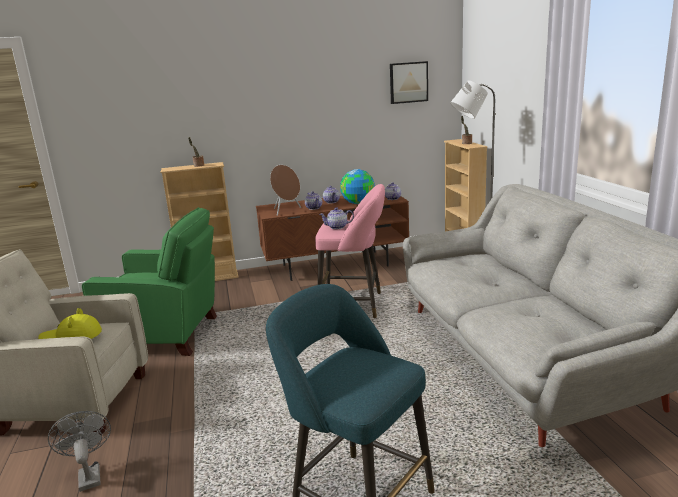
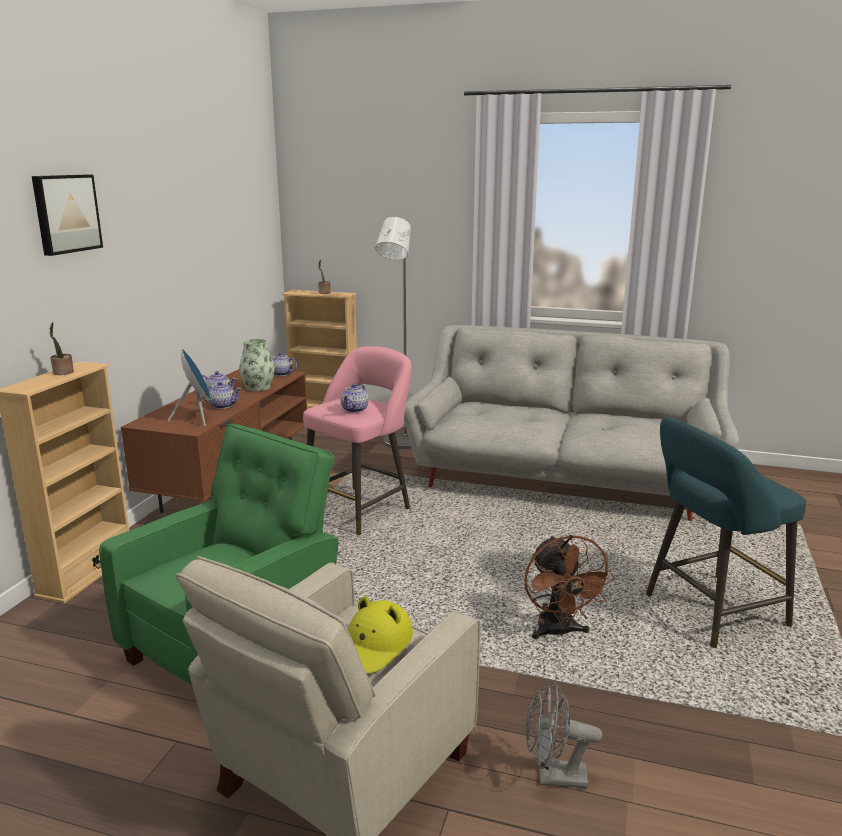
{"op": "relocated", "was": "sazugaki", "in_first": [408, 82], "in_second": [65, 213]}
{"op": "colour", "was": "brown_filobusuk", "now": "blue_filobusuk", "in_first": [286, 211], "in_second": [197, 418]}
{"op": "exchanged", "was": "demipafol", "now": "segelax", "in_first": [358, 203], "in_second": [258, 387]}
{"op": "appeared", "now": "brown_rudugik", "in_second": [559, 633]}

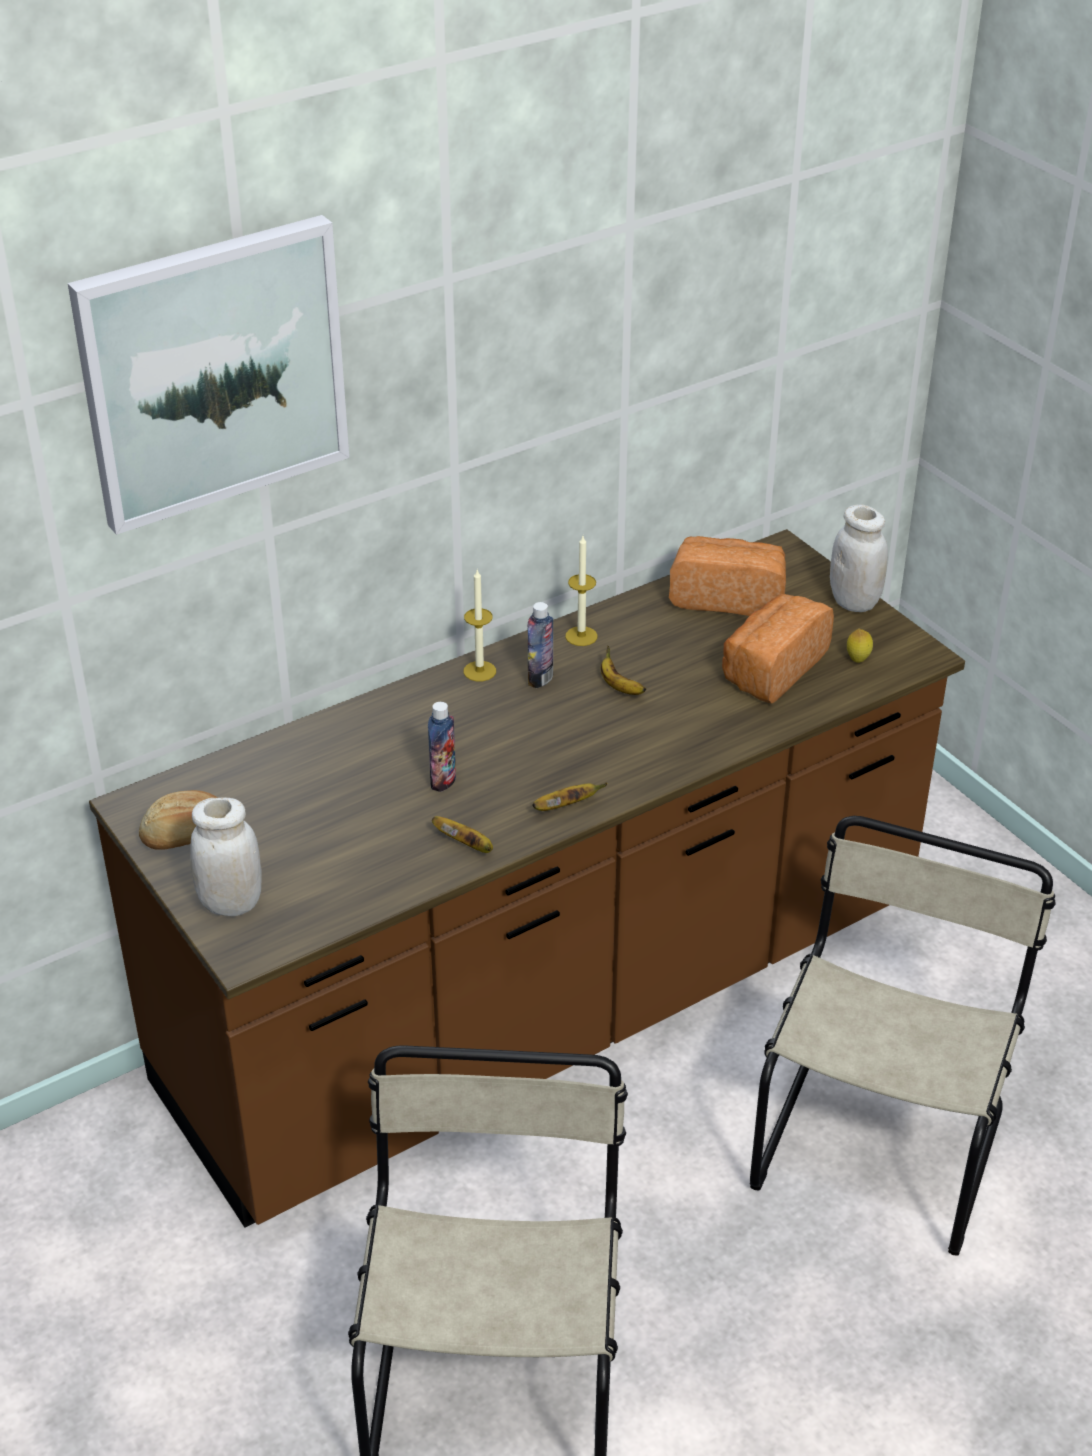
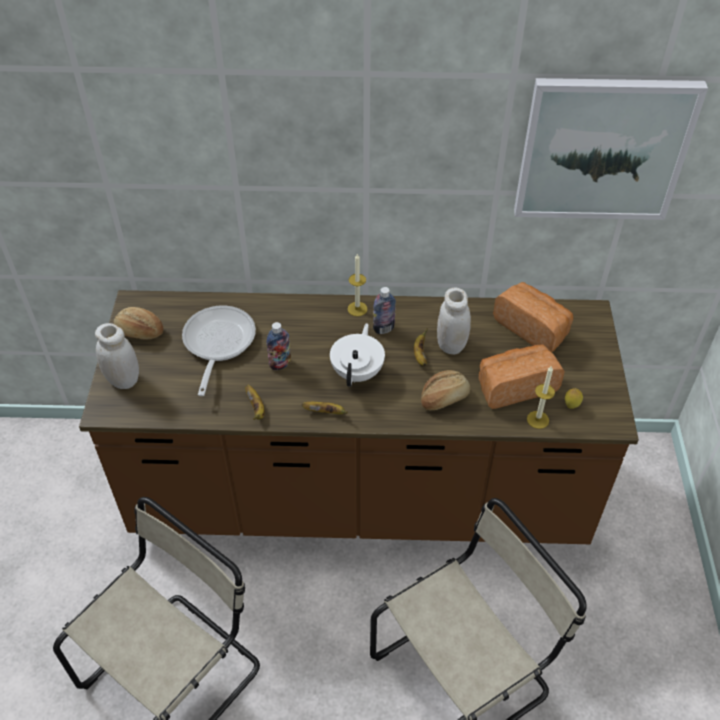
{"op": "relocated", "was": "sazugaki", "in_first": [213, 372], "in_second": [603, 149]}
{"op": "relocated", "was": "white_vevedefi", "in_first": [854, 602], "in_second": [451, 345]}
{"op": "relocated", "was": "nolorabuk", "in_first": [581, 636], "in_second": [537, 419]}
{"op": "appeared", "now": "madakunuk", "in_second": [217, 344]}
{"op": "appeared", "now": "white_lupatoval", "in_second": [358, 372]}
{"op": "appeared", "now": "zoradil", "in_second": [444, 398]}

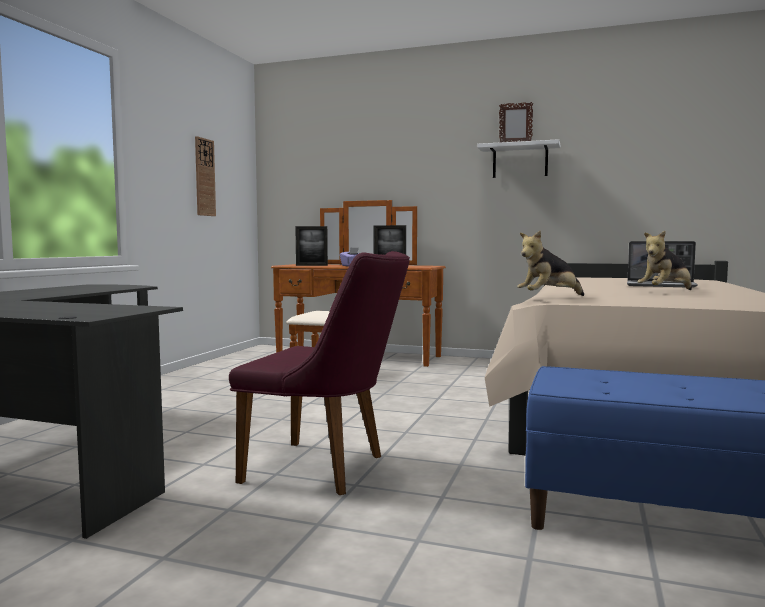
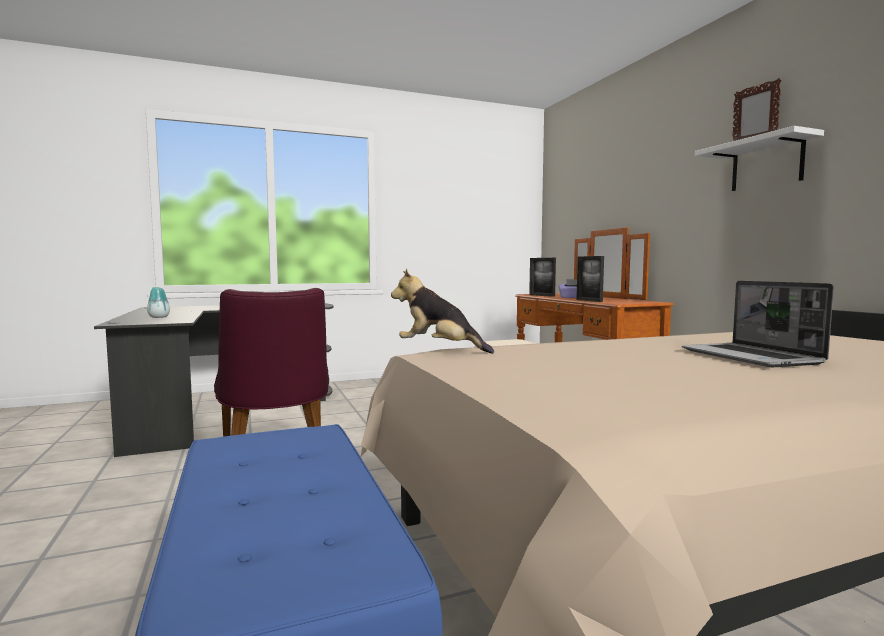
{"op": "missing", "was": "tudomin", "in_first": [204, 177]}
{"op": "missing", "was": "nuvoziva", "in_first": [665, 291]}
{"op": "appeared", "now": "segelax", "in_second": [159, 317]}

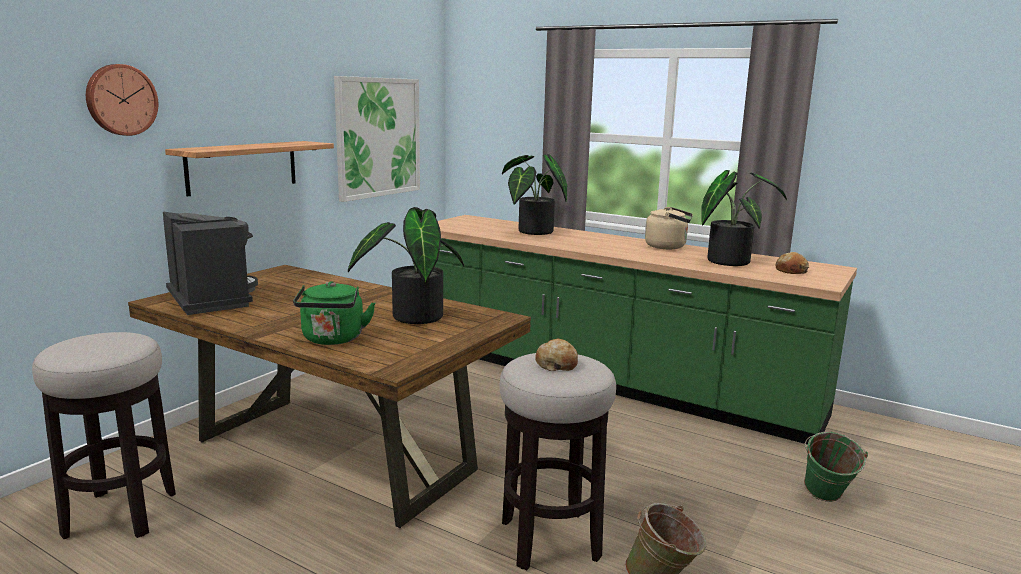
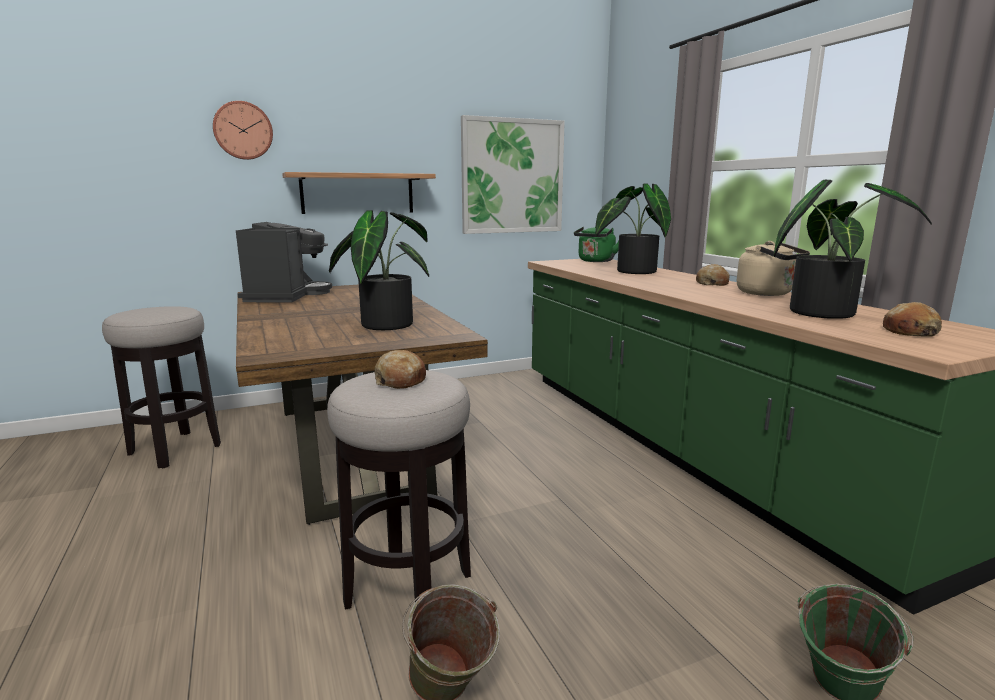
{"op": "relocated", "was": "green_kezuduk", "in_first": [333, 340], "in_second": [595, 261]}
{"op": "appeared", "now": "zoradil", "in_second": [712, 283]}

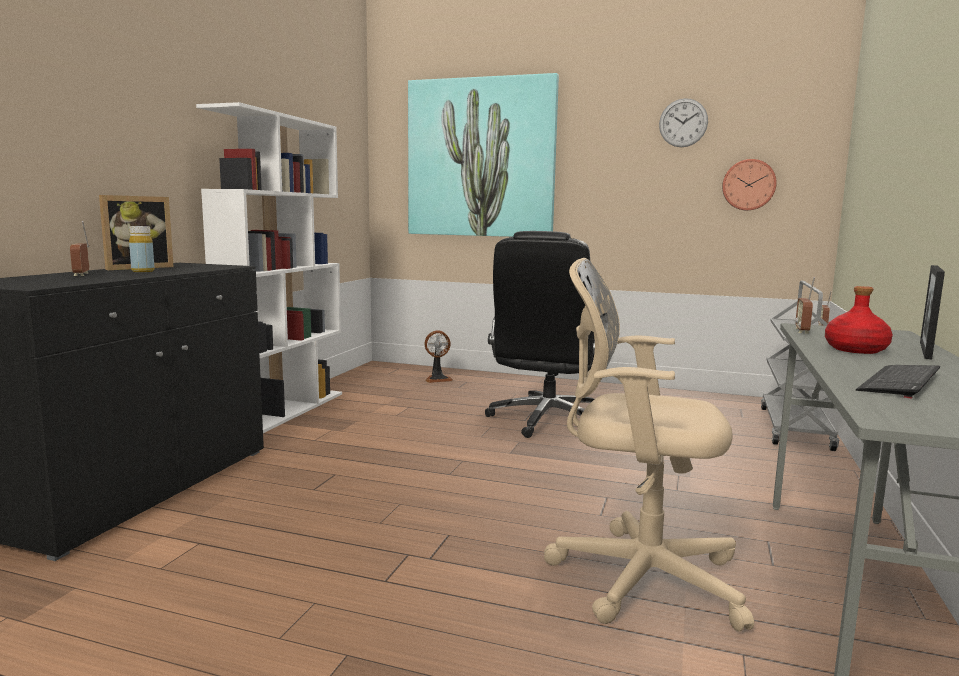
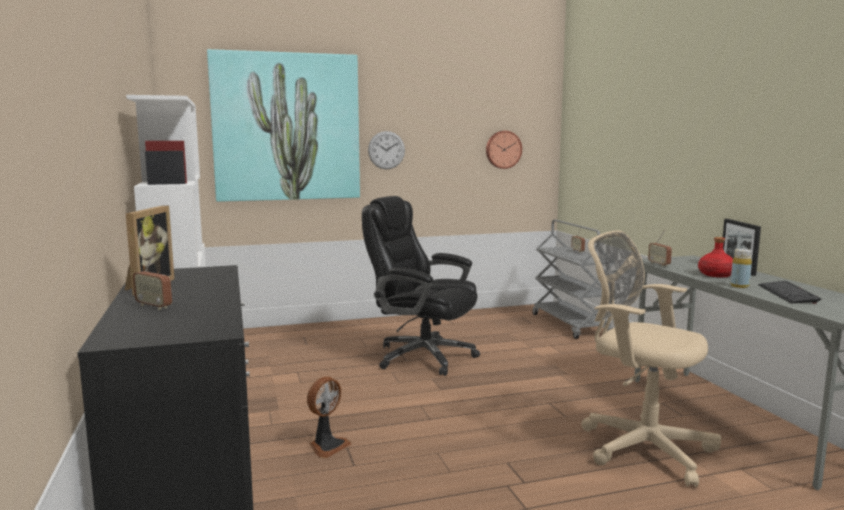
{"op": "relocated", "was": "tudomin", "in_first": [683, 123], "in_second": [386, 150]}
{"op": "relocated", "was": "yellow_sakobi", "in_first": [143, 271], "in_second": [739, 286]}
{"op": "spun", "was": "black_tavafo", "in_first": [547, 420], "in_second": [422, 356], "clockwise": 135}
{"op": "spun", "was": "beige_tavafo", "in_first": [637, 576], "in_second": [641, 447], "clockwise": 60}
{"op": "relocated", "was": "rudugik", "in_first": [437, 379], "in_second": [327, 446]}

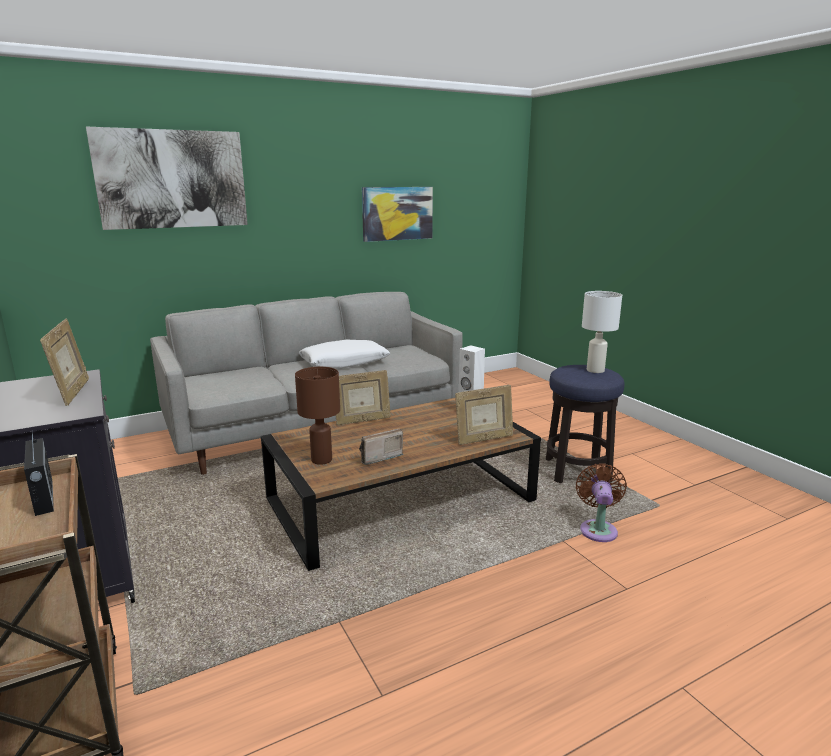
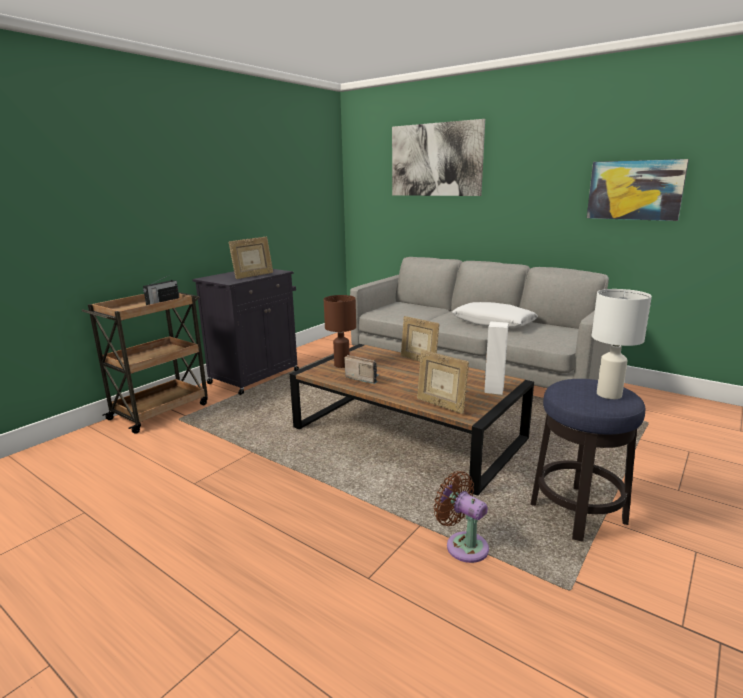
{"op": "spun", "was": "brown_rudugik", "in_first": [598, 529], "in_second": [463, 545], "clockwise": -120}

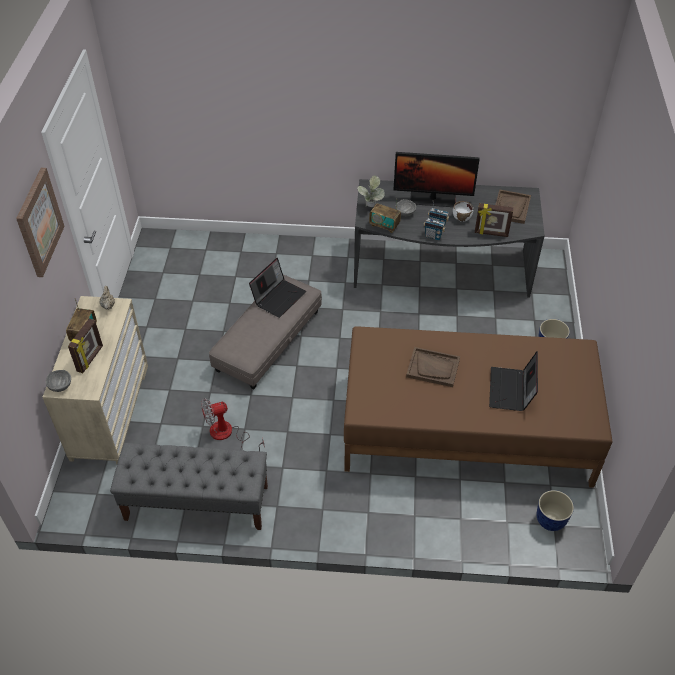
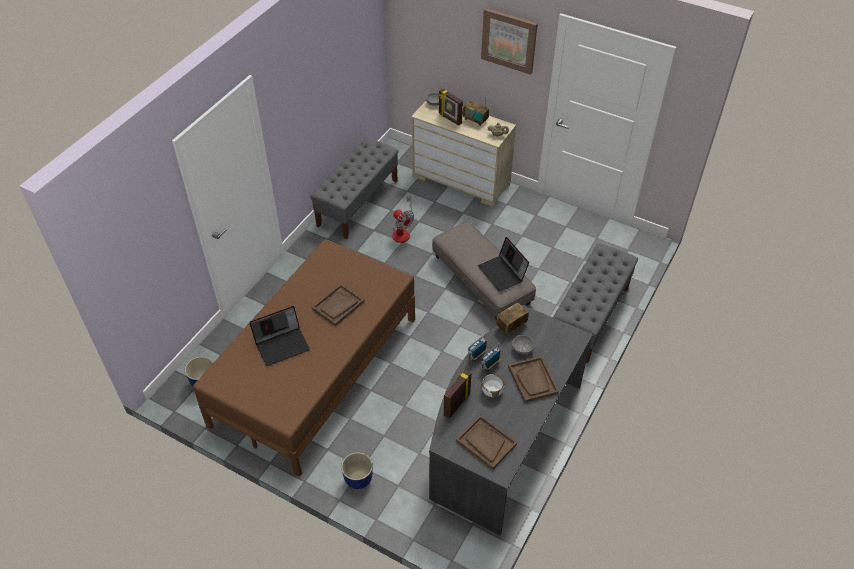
{"op": "exchanged", "was": "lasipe", "now": "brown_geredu", "in_first": [432, 199], "in_second": [533, 380]}
{"op": "missing", "was": "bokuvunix", "in_first": [370, 208]}
{"op": "spun", "was": "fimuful", "in_first": [511, 391], "in_second": [282, 344], "clockwise": 120}
{"op": "spun", "was": "rudugik", "in_first": [228, 435], "in_second": [402, 231], "clockwise": 135}
{"op": "appeared", "now": "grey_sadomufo", "in_second": [590, 317]}

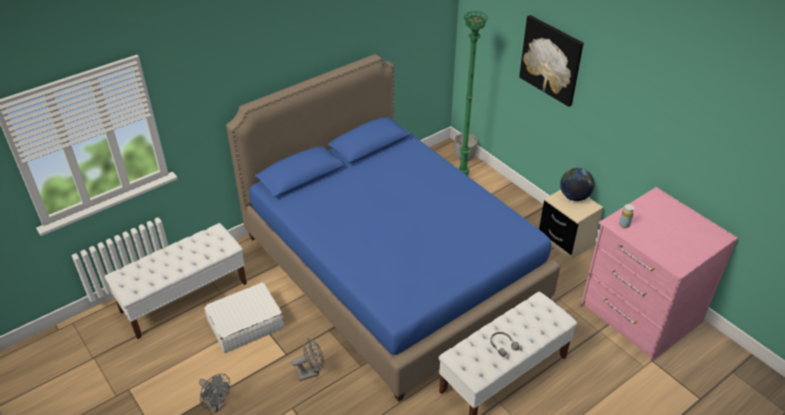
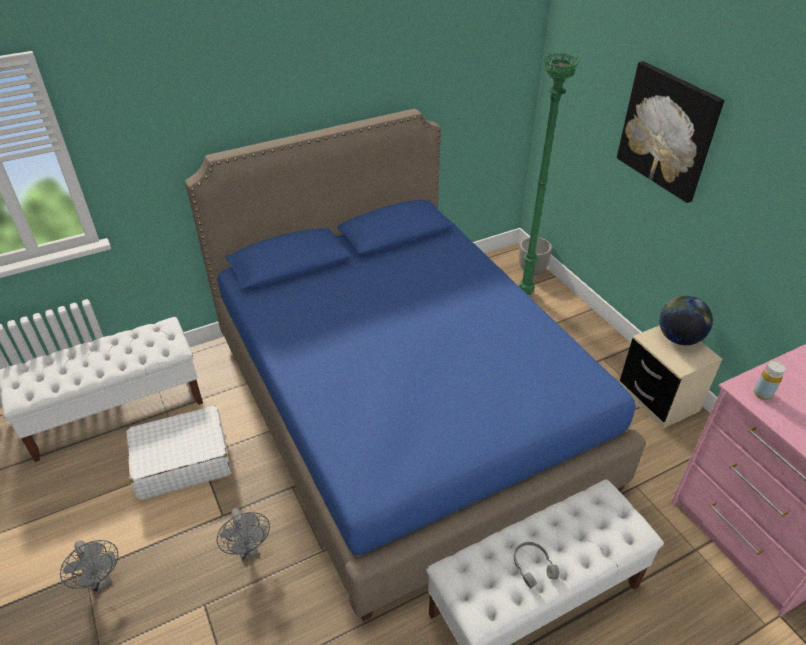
{"op": "spun", "was": "grey_rudugik", "in_first": [311, 372], "in_second": [248, 550], "clockwise": 75}

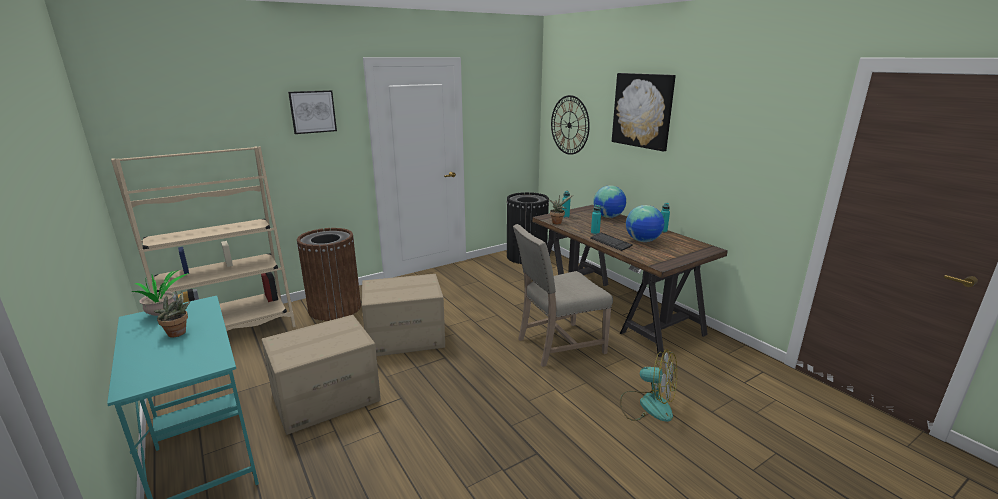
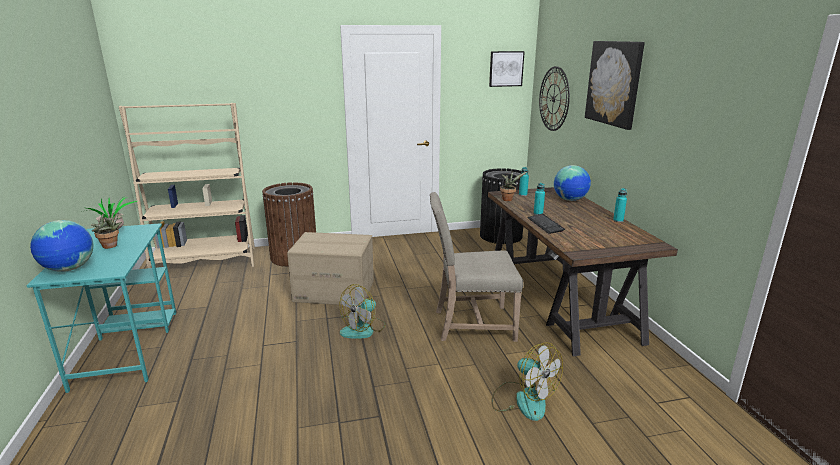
{"op": "relocated", "was": "sazugaki", "in_first": [312, 111], "in_second": [506, 68]}
{"op": "relocated", "was": "demipafol", "in_first": [643, 241], "in_second": [69, 269]}
{"op": "missing", "was": "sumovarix", "in_first": [326, 398]}
{"op": "appeared", "now": "rudugik", "in_second": [363, 329]}

